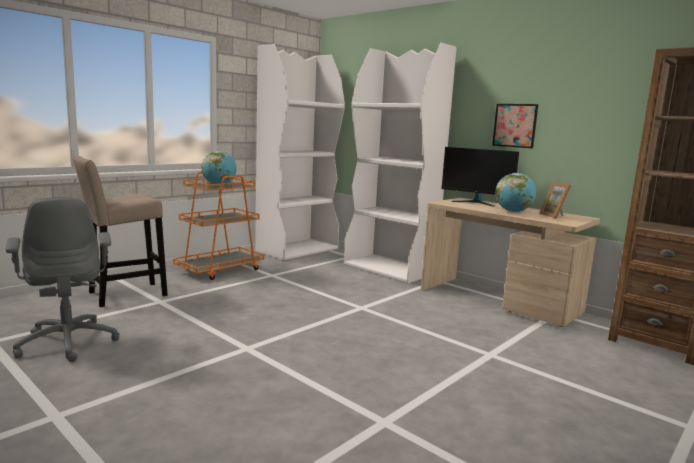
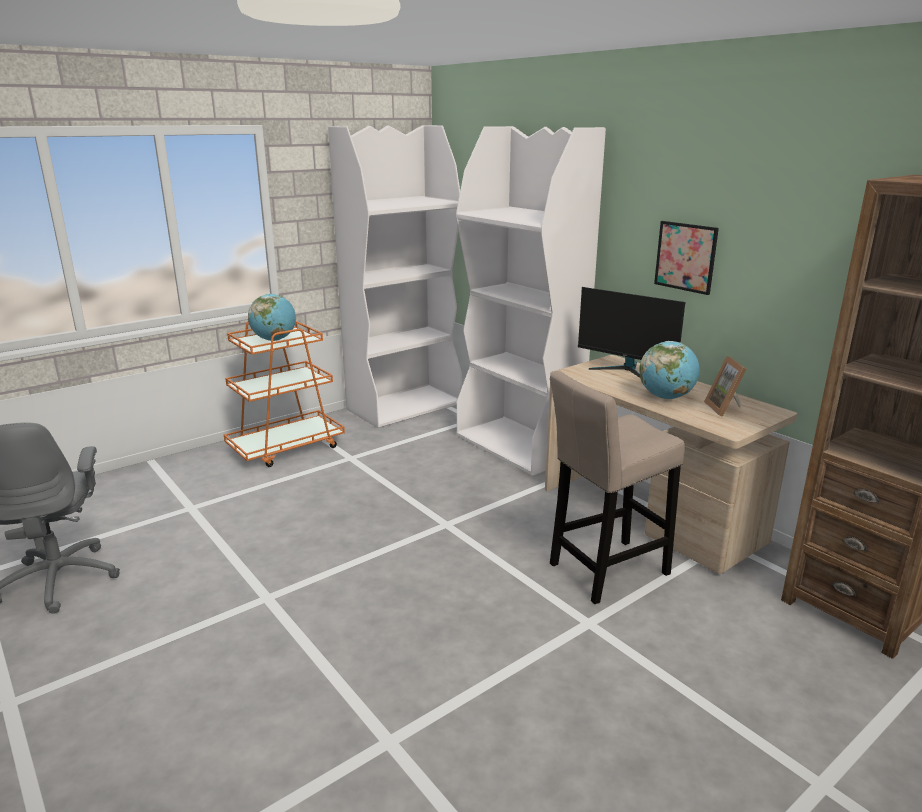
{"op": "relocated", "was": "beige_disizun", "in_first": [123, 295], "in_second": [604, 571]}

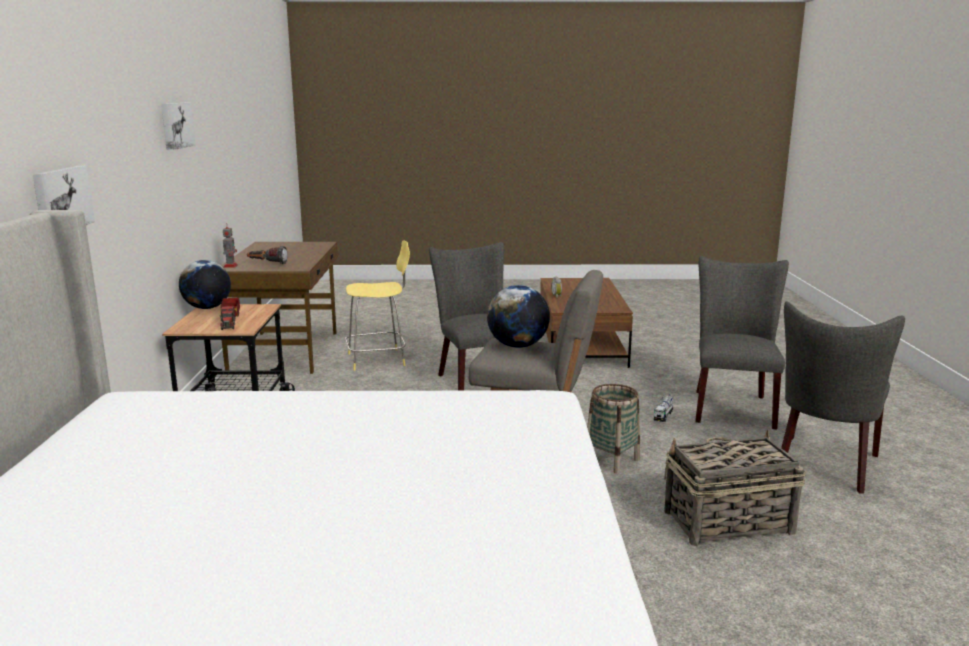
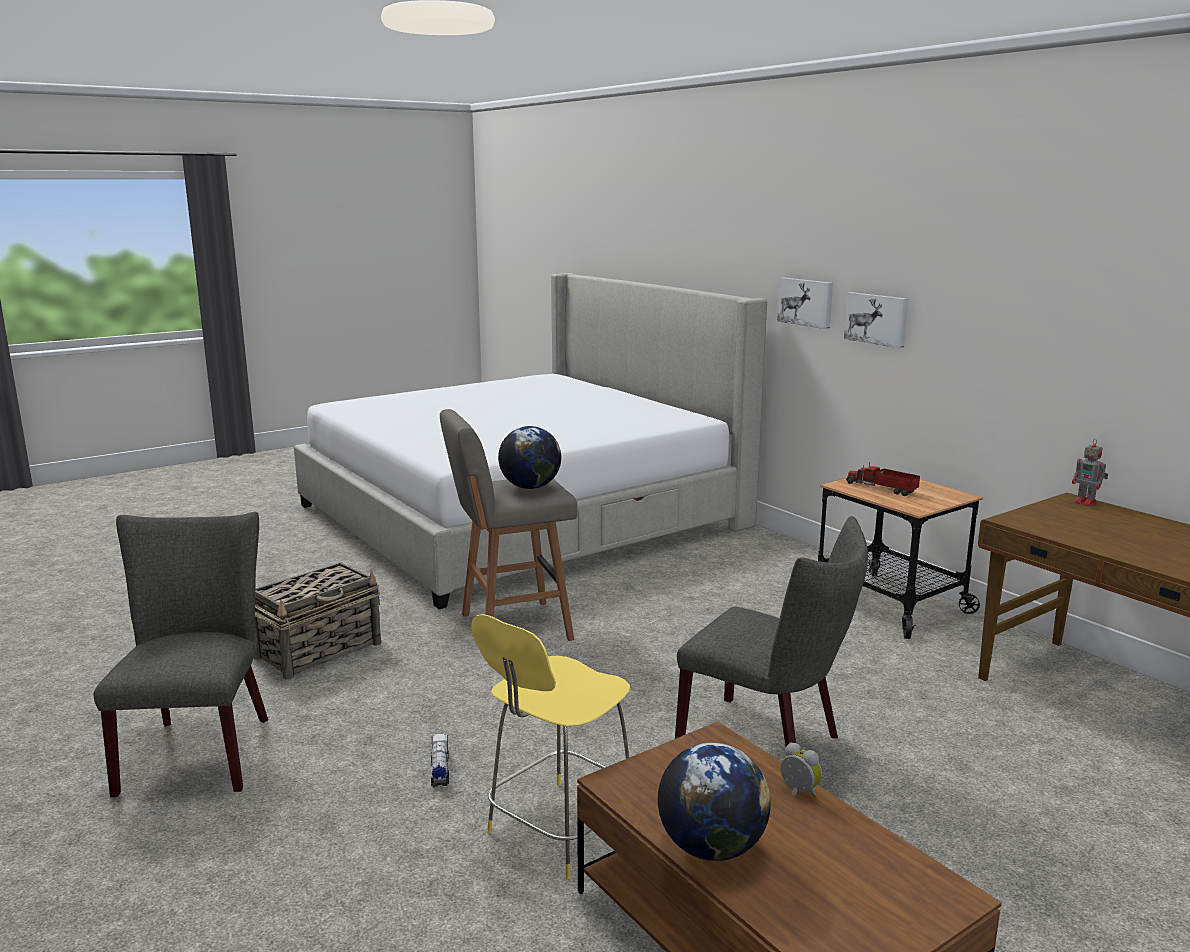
{"op": "relocated", "was": "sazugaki", "in_first": [176, 125], "in_second": [877, 319]}
{"op": "relocated", "was": "yellow_disizun", "in_first": [379, 359], "in_second": [558, 830]}
{"op": "missing", "was": "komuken", "in_first": [267, 263]}
{"op": "missing", "was": "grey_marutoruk", "in_first": [731, 406]}
{"op": "relocated", "was": "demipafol", "in_first": [207, 308], "in_second": [711, 847]}
{"op": "missing", "was": "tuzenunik", "in_first": [611, 460]}

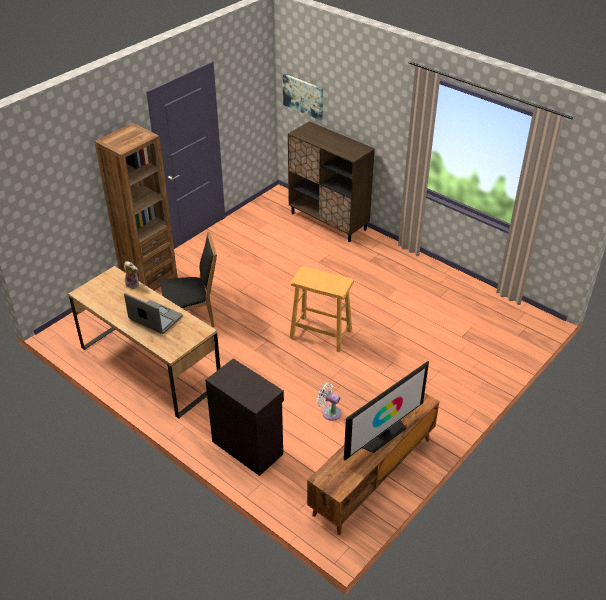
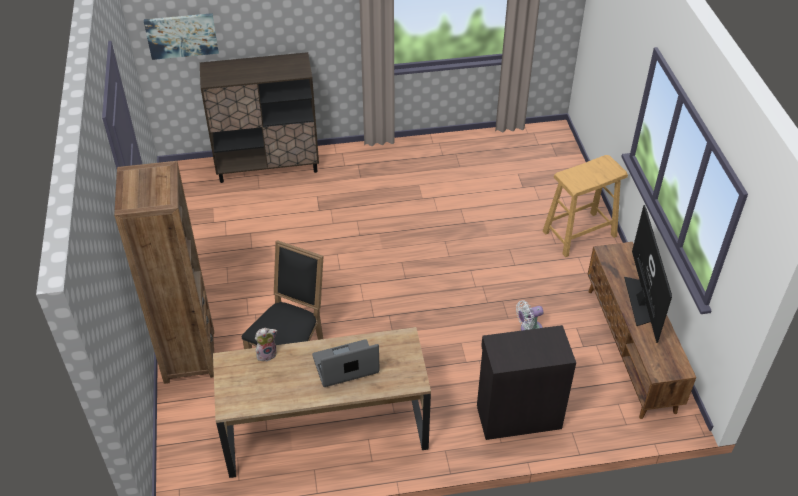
{"op": "relocated", "was": "beige_disizun", "in_first": [320, 333], "in_second": [579, 234]}

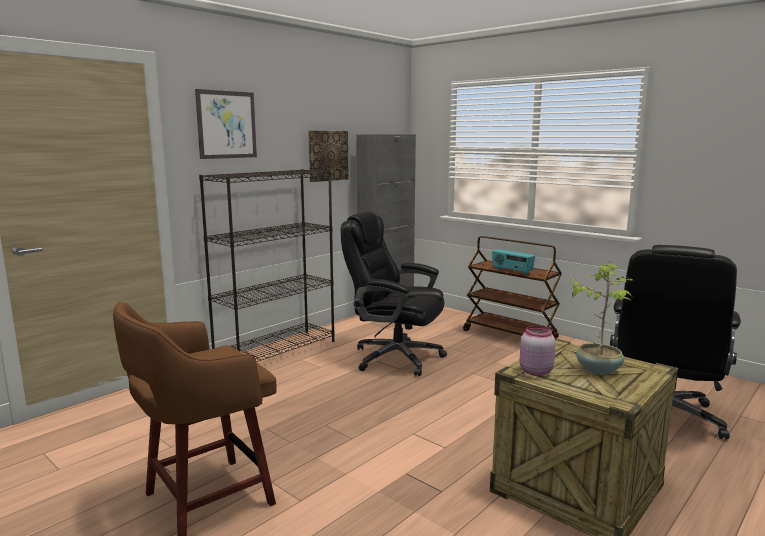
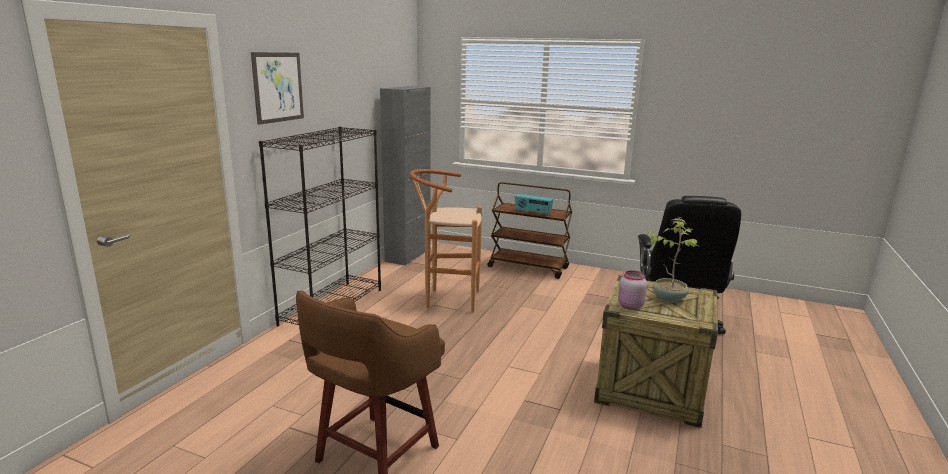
{"op": "missing", "was": "sazugaki", "in_first": [327, 155]}
{"op": "exchanged", "was": "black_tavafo", "now": "brown_disizun", "in_first": [395, 357], "in_second": [446, 299]}

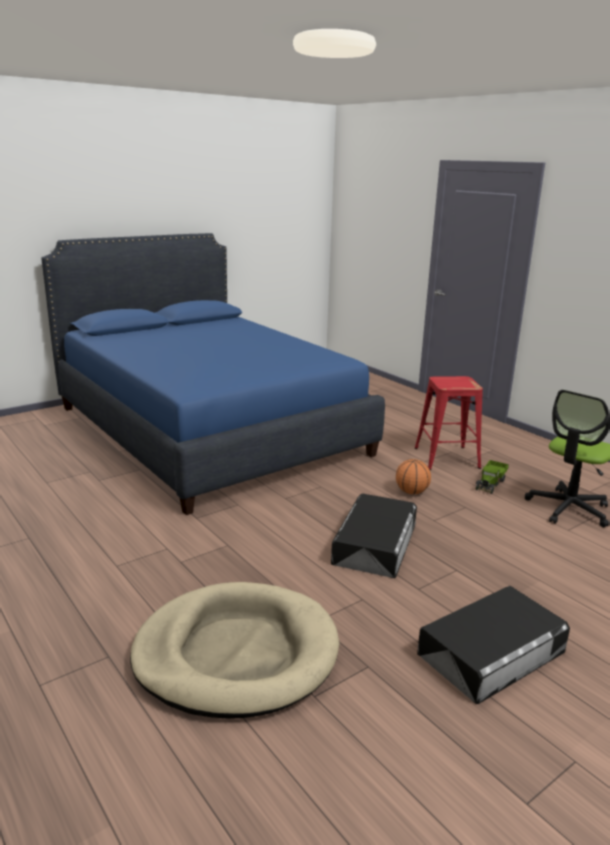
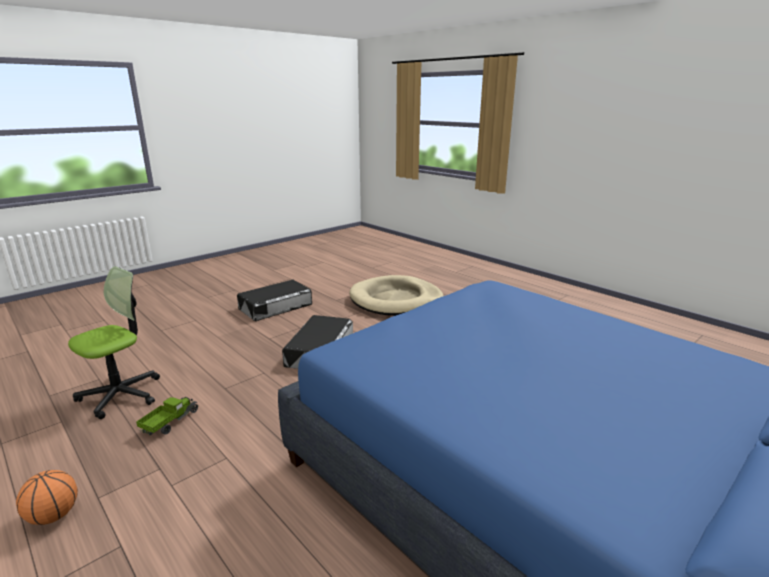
{"op": "missing", "was": "red_disizun", "in_first": [446, 457]}
{"op": "relocated", "was": "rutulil", "in_first": [411, 492], "in_second": [54, 515]}

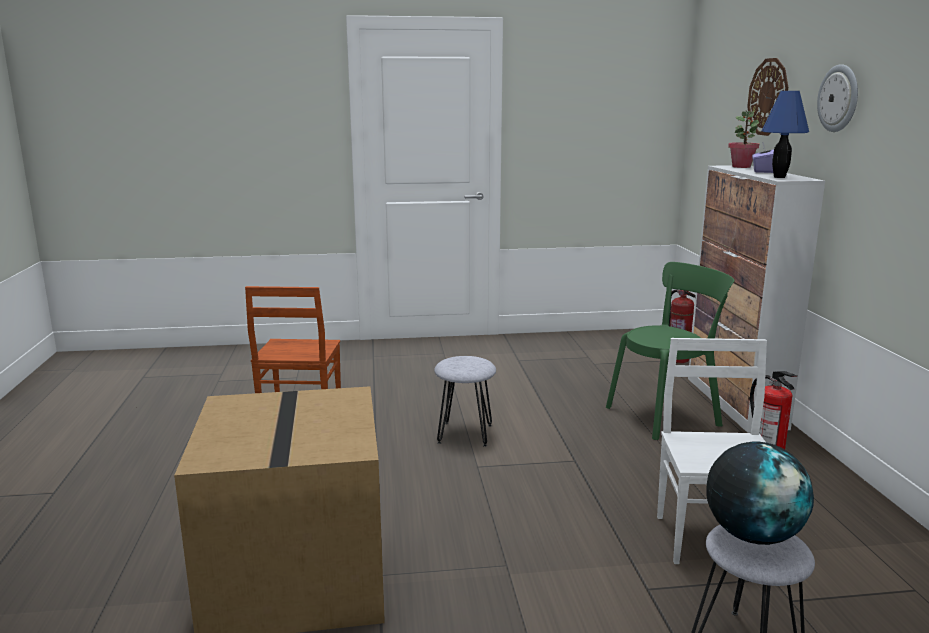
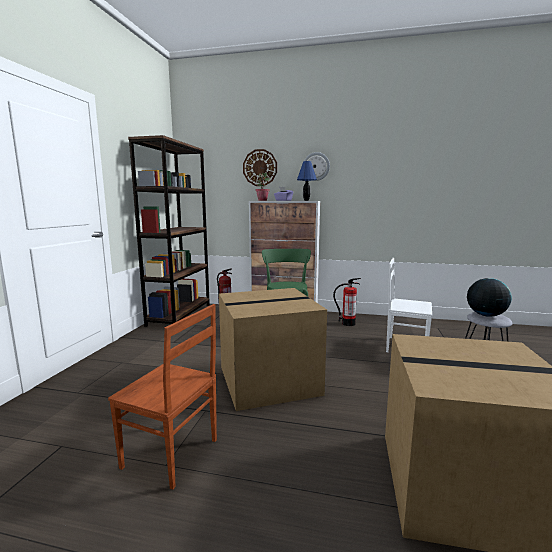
{"op": "exchanged", "was": "grey_disizun", "now": "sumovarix", "in_first": [465, 434], "in_second": [269, 379]}
{"op": "appeared", "now": "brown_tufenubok", "in_second": [180, 314]}

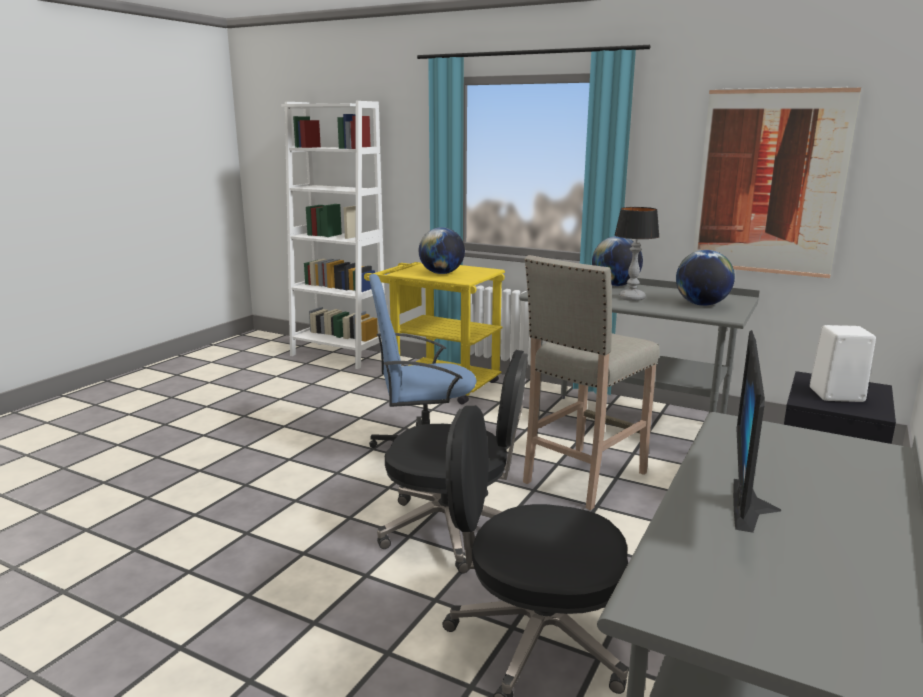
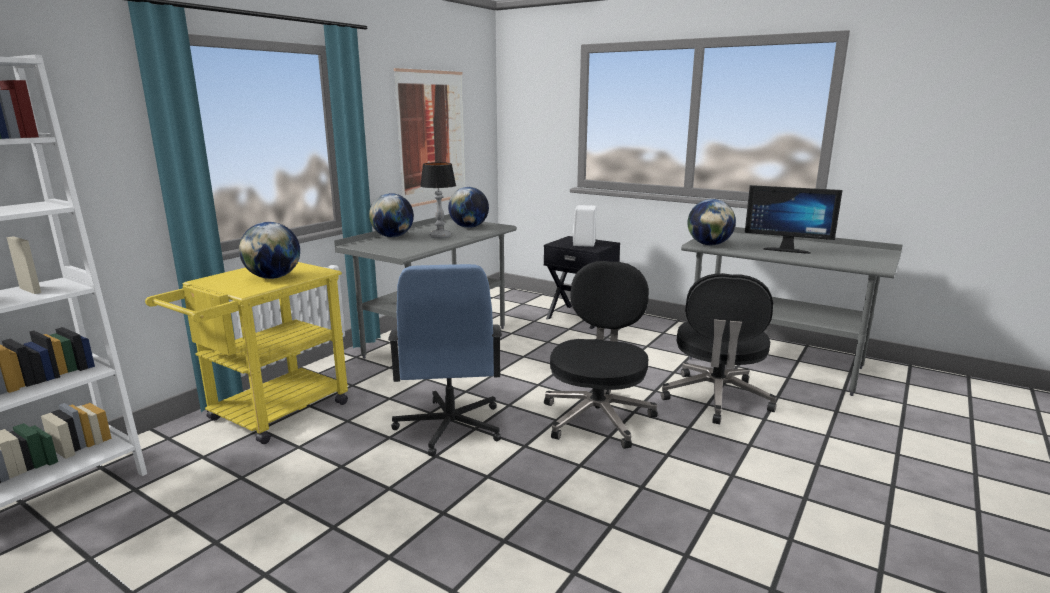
{"op": "missing", "was": "beige_disizun", "in_first": [582, 478]}
{"op": "appeared", "now": "demipafol", "in_second": [709, 244]}

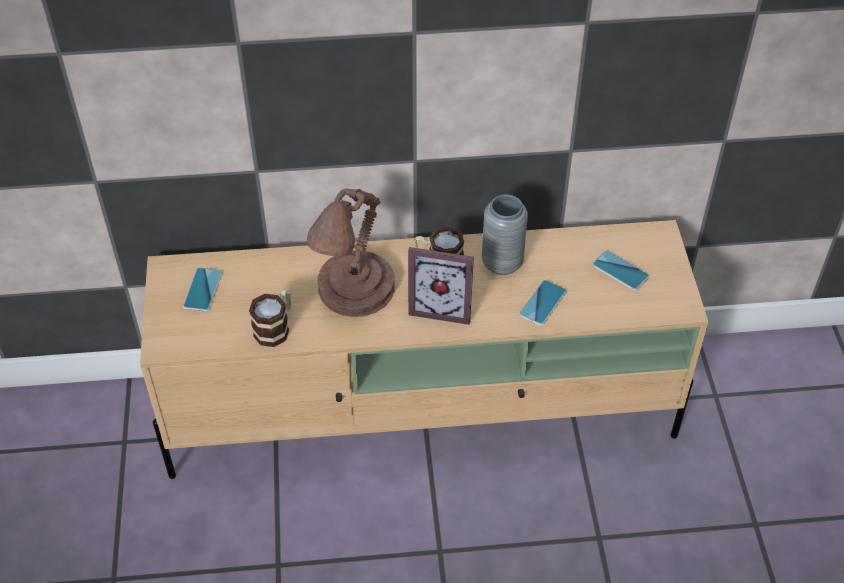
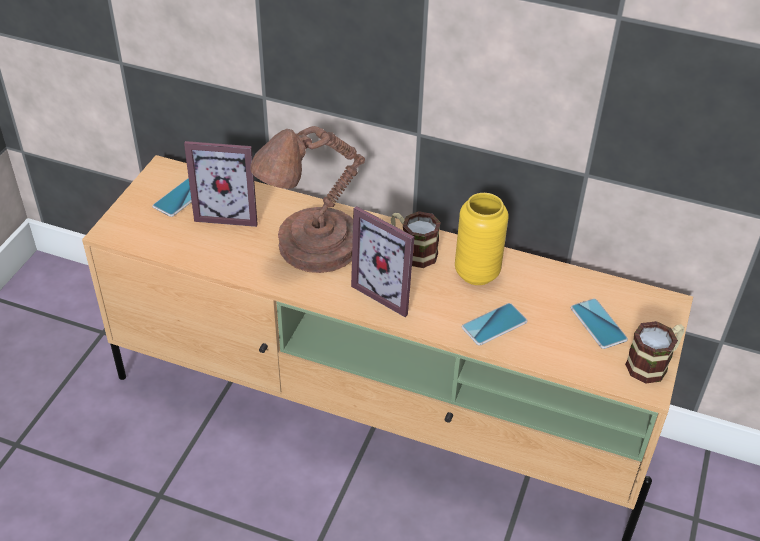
{"op": "colour", "was": "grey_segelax", "now": "yellow_segelax", "in_first": [502, 263], "in_second": [477, 273]}
{"op": "relocated", "was": "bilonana", "in_first": [276, 327], "in_second": [653, 363]}
{"op": "appeared", "now": "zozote", "in_second": [229, 212]}

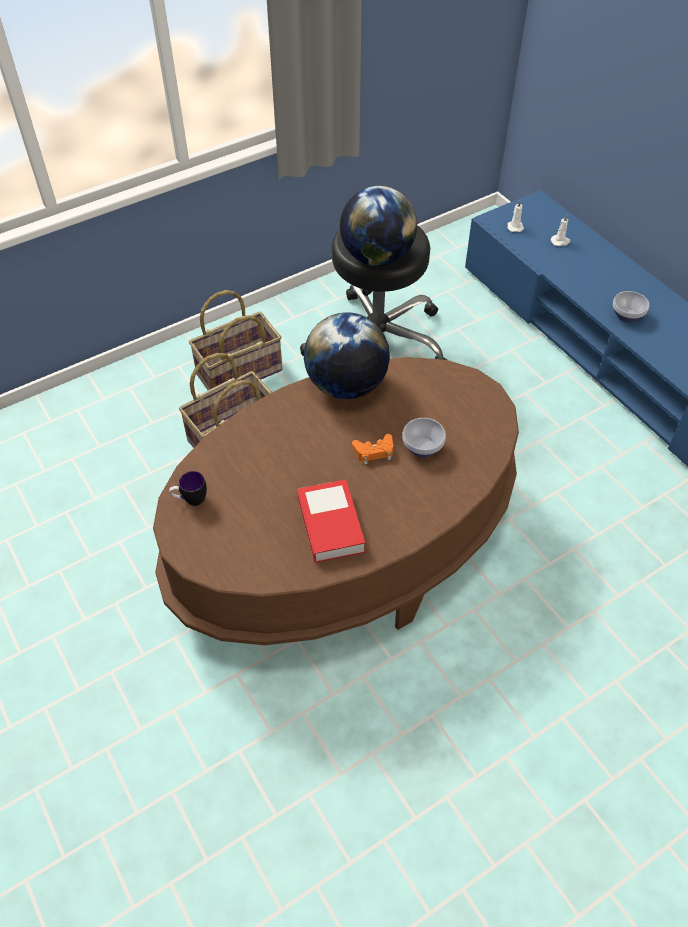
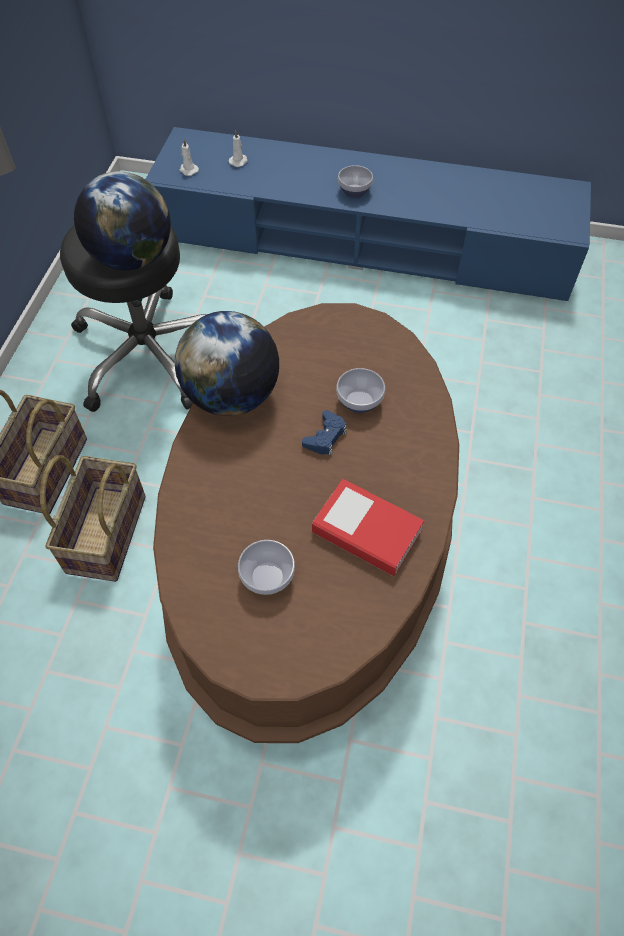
{"op": "colour", "was": "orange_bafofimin", "now": "blue_bafofimin", "in_first": [374, 452], "in_second": [325, 437]}
{"op": "missing", "was": "bilonana", "in_first": [190, 500]}
{"op": "appeared", "now": "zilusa", "in_second": [266, 578]}

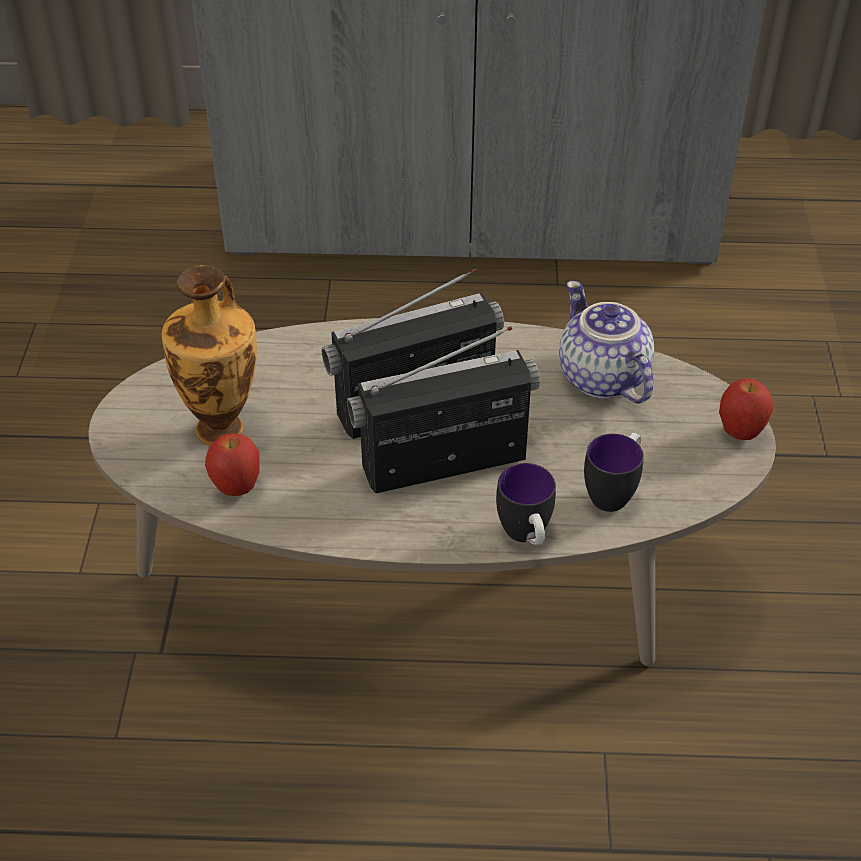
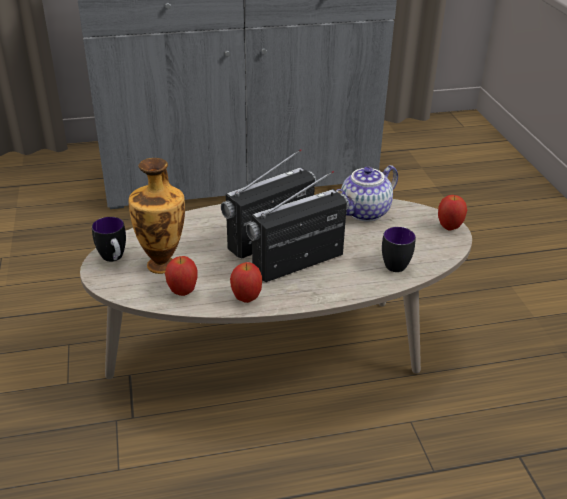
{"op": "spun", "was": "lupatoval", "in_first": [600, 377], "in_second": [365, 213], "clockwise": -90}
{"op": "relocated", "was": "bilonana", "in_first": [526, 538], "in_second": [114, 259]}
{"op": "appeared", "now": "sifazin", "in_second": [246, 298]}

